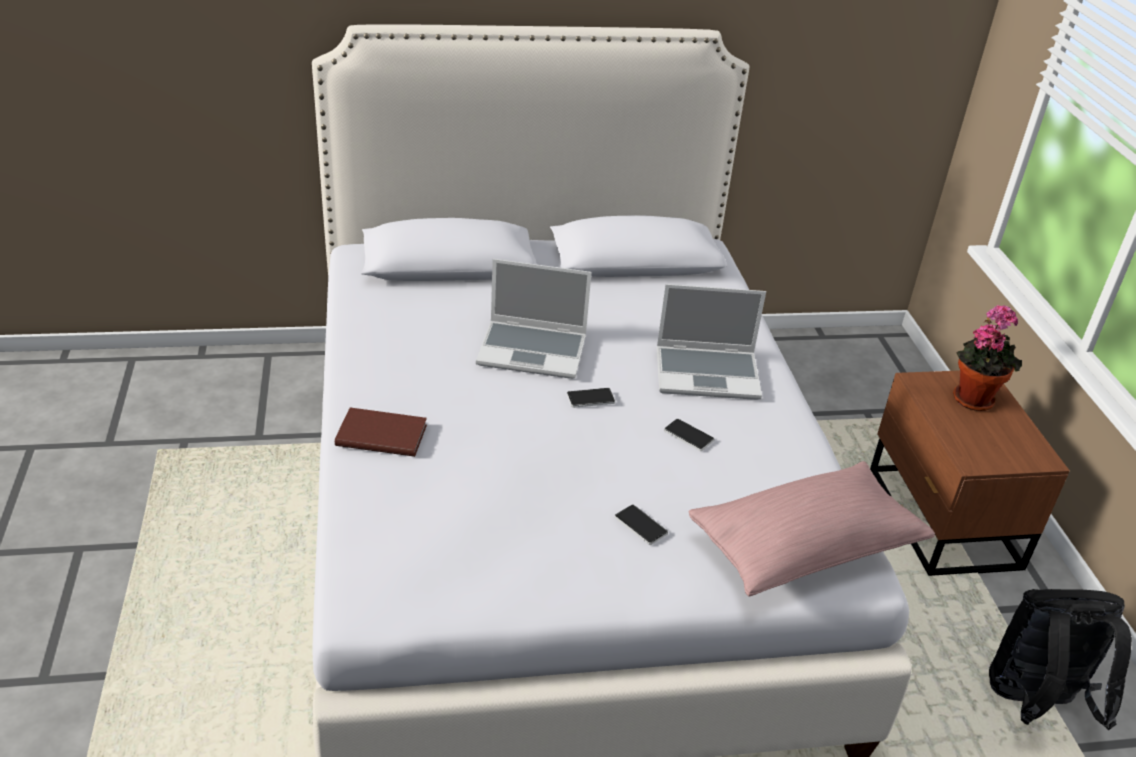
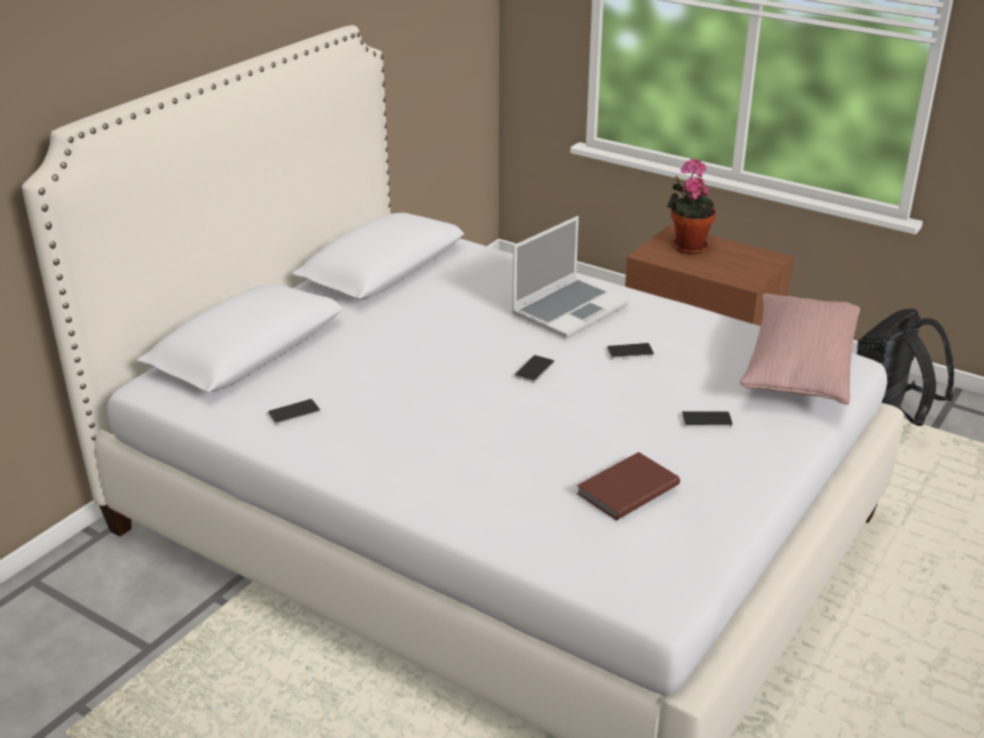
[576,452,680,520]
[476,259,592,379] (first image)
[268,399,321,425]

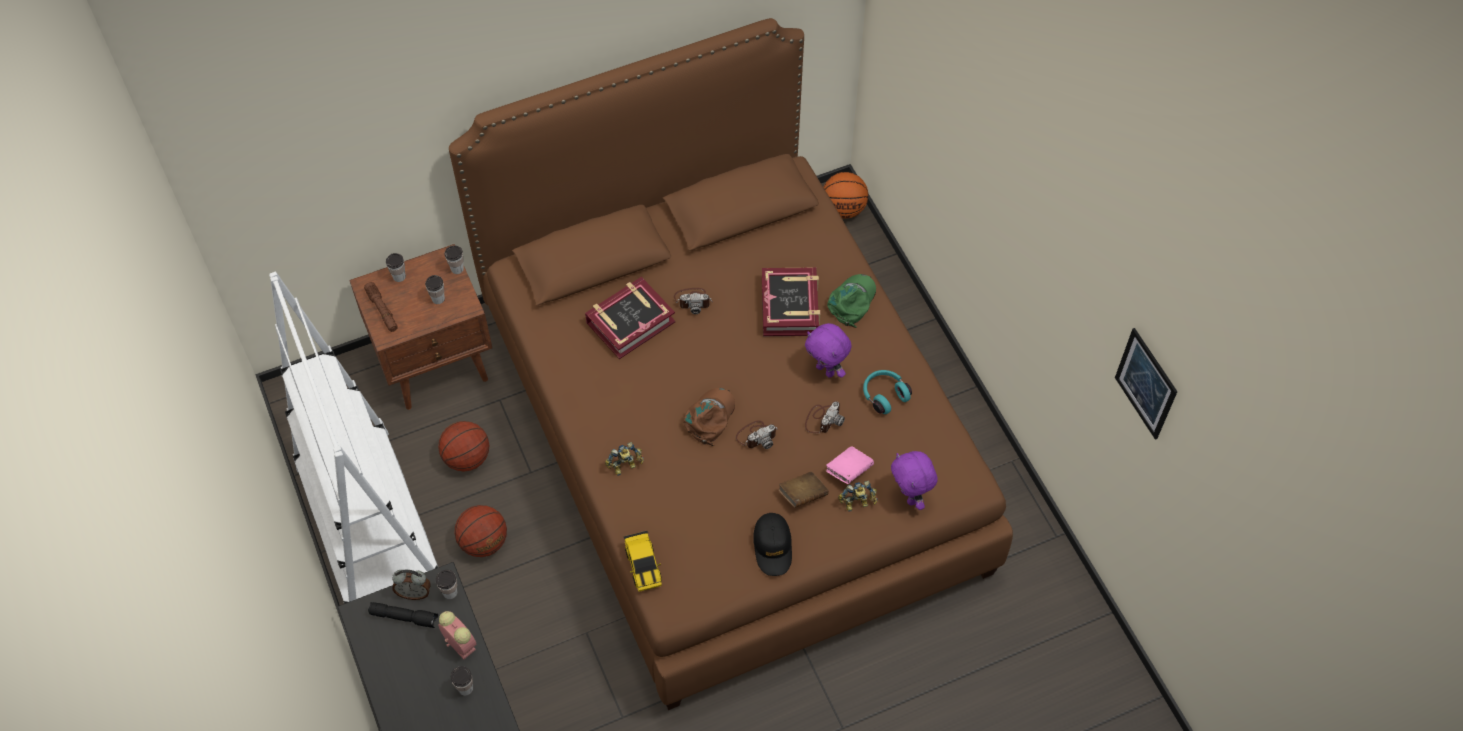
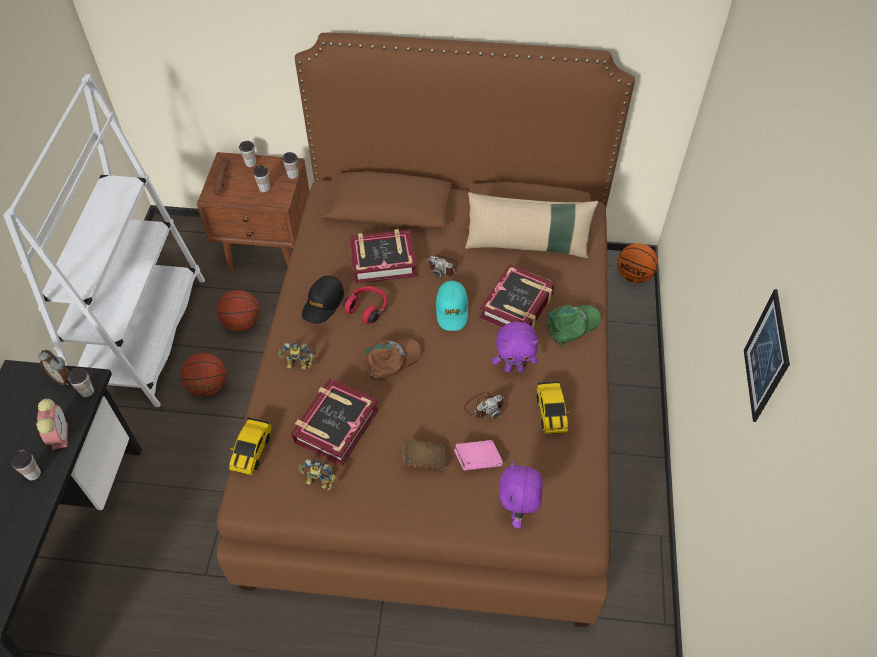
[368,602,438,628] (first image)
[736,420,778,449] (first image)
[302,276,344,324]
[492,321,539,372]
[298,459,337,490]
[537,381,570,434]
[744,289,790,422]
[291,378,379,466]
[343,286,387,324]
[436,281,468,331]
[465,192,598,258]

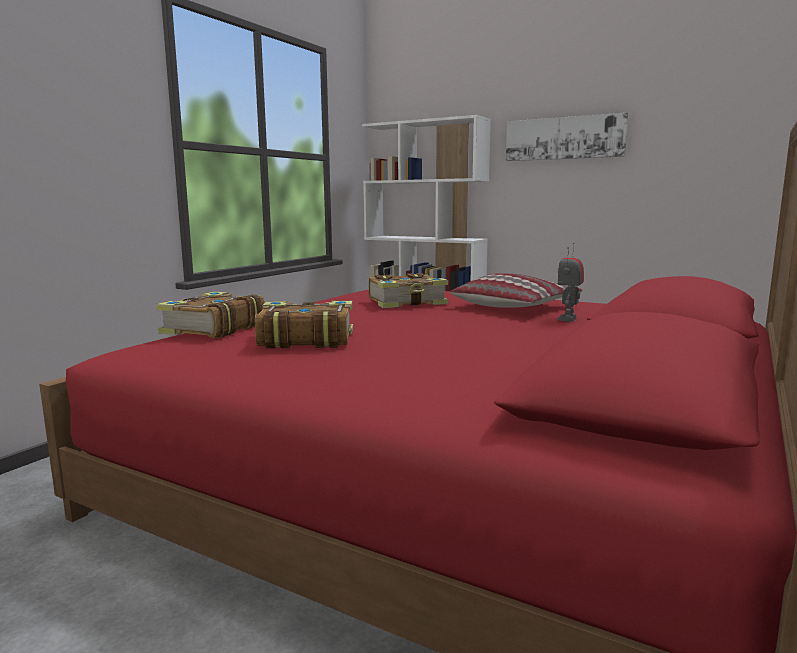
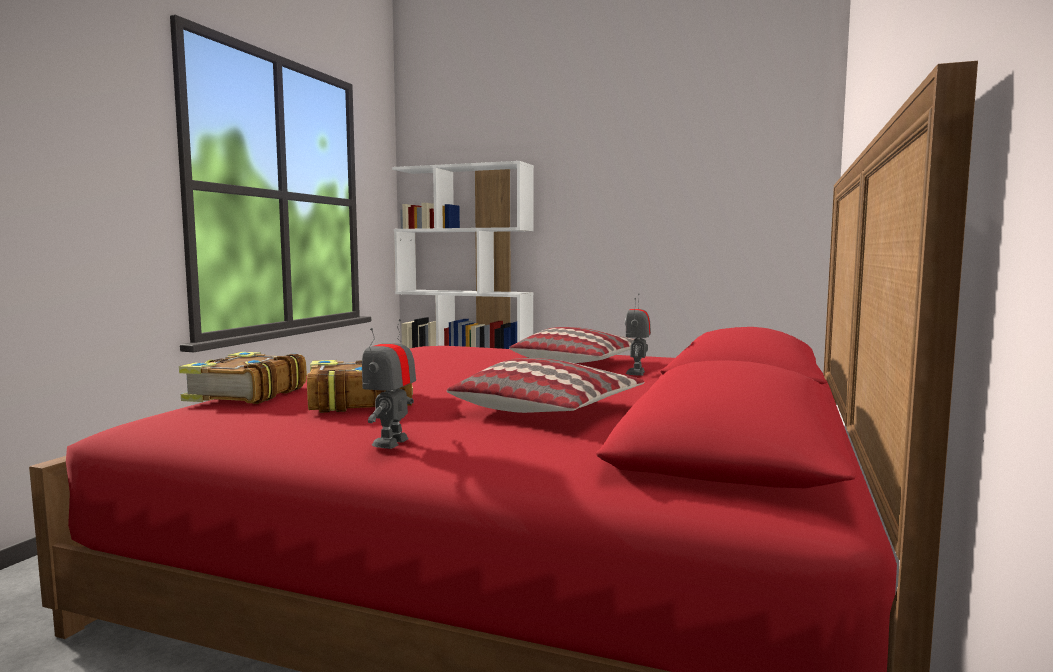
[369,273,448,308] (first image)
[506,113,628,161] (first image)
[362,319,416,449]
[447,358,644,413]

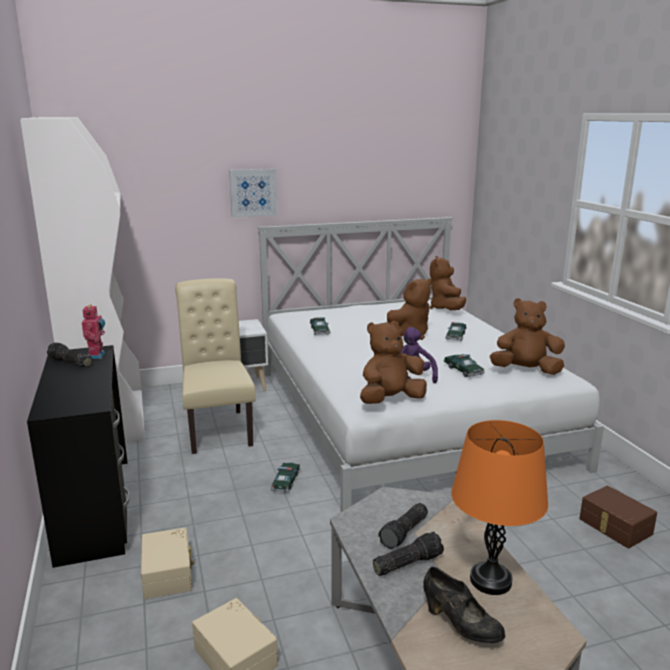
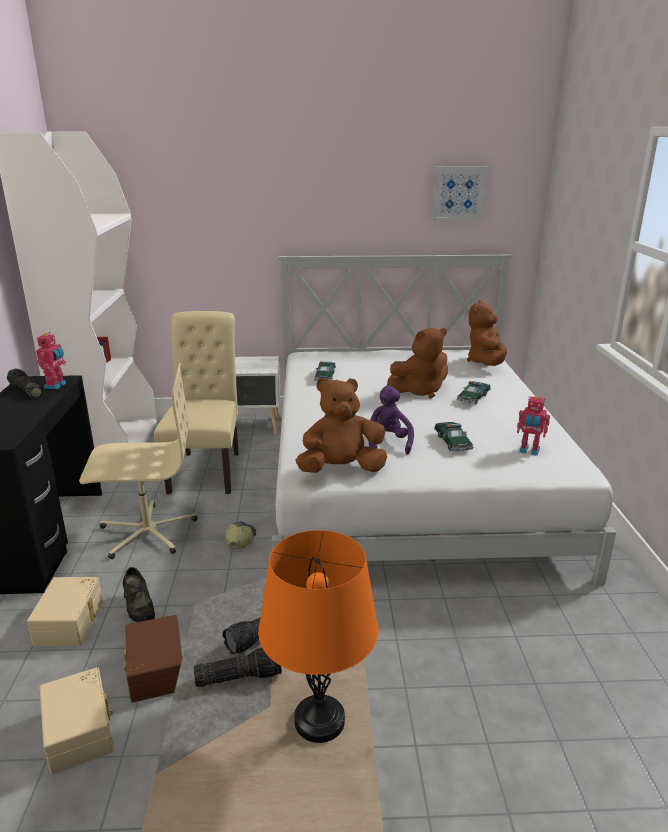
[432,166,488,221]
[226,522,256,549]
[123,567,155,622]
[517,396,550,456]
[124,615,182,703]
[79,363,198,559]

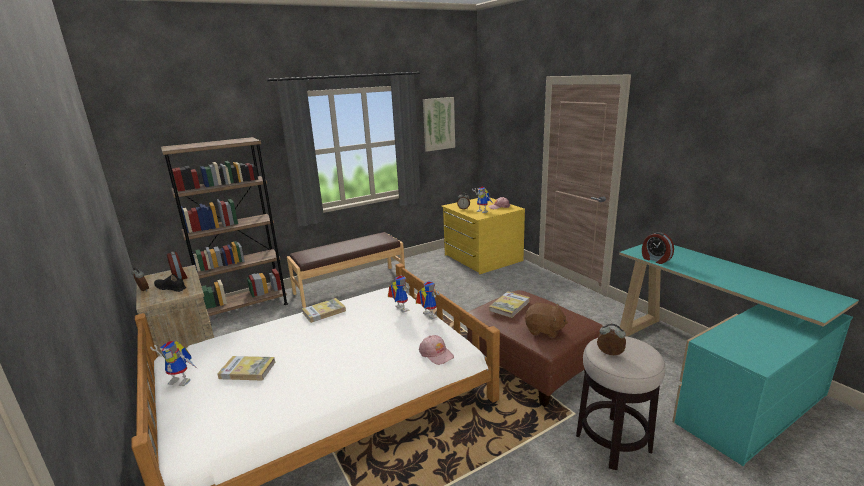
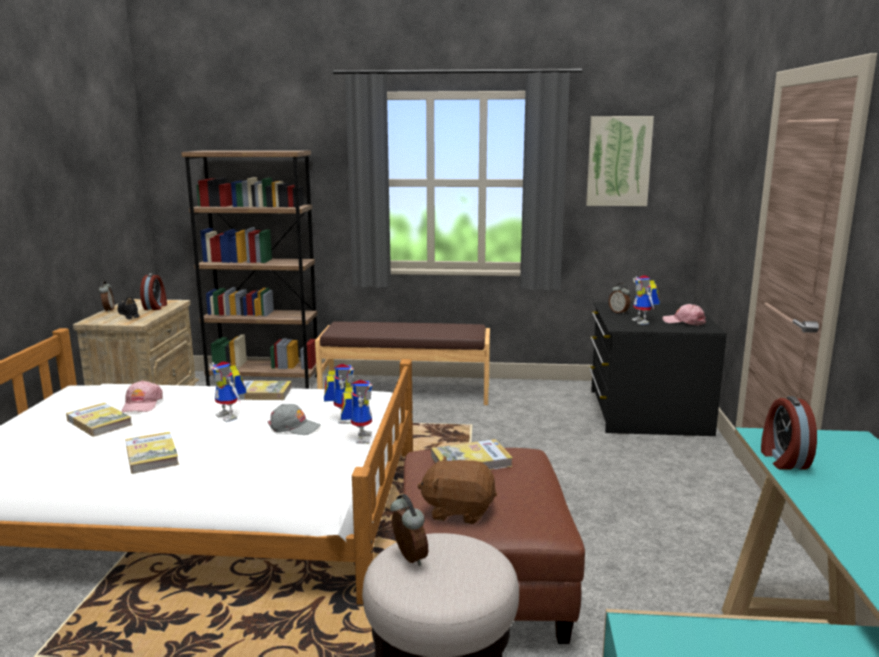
[209,361,246,422]
[122,380,163,412]
[589,302,727,436]
[418,456,497,524]
[125,432,179,474]
[268,404,321,435]

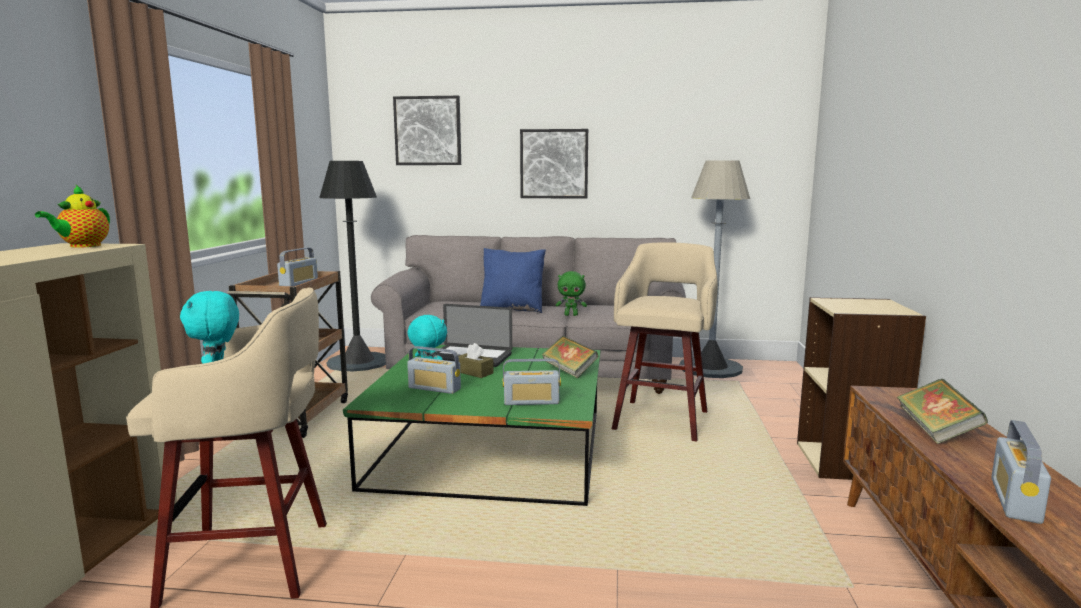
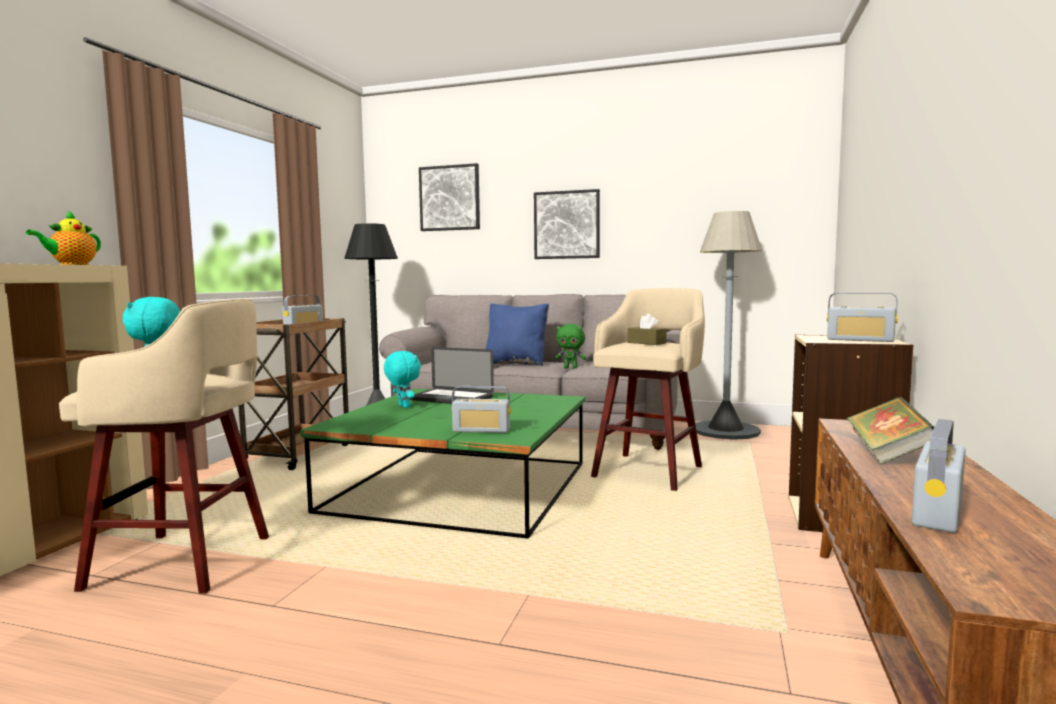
[827,293,898,342]
[628,314,666,345]
[542,336,598,378] (first image)

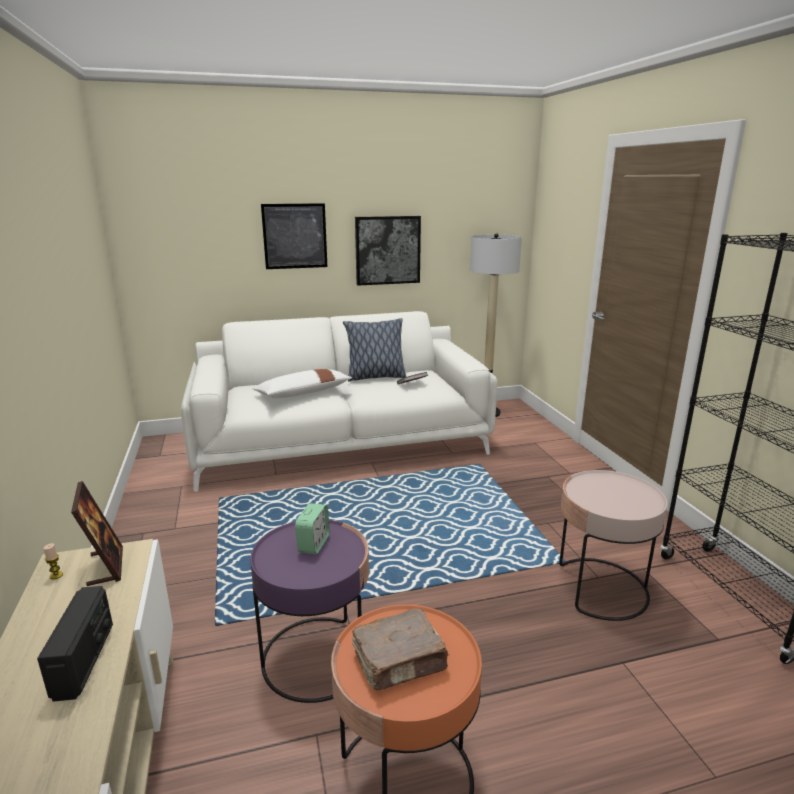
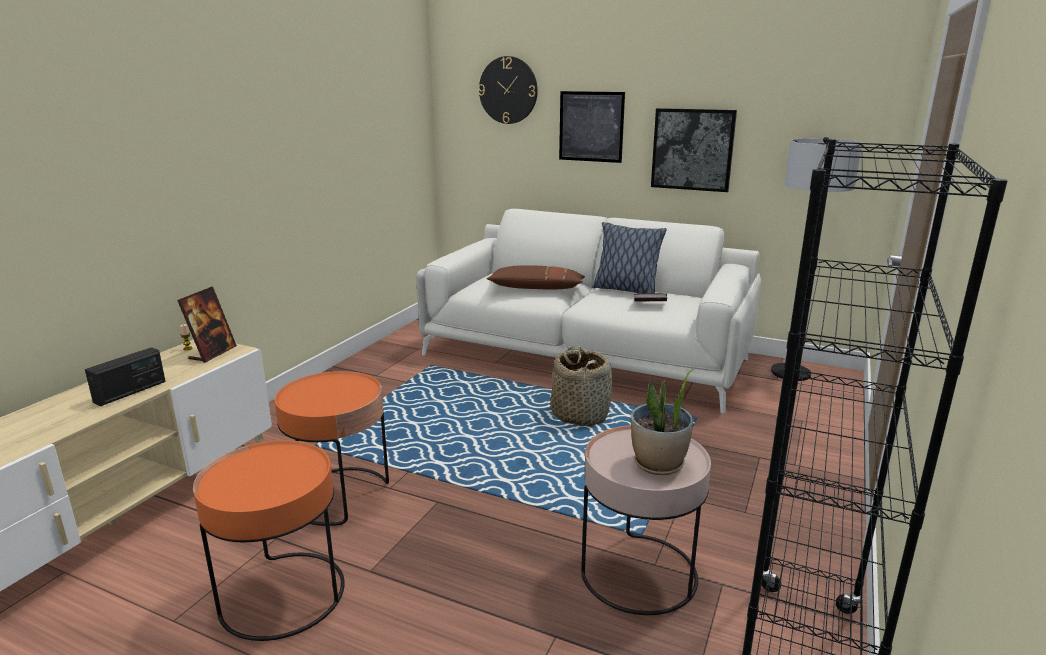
[275,371,389,526]
[486,265,585,290]
[295,503,330,554] (first image)
[352,608,449,690] (first image)
[478,56,538,124]
[550,346,612,426]
[631,369,694,475]

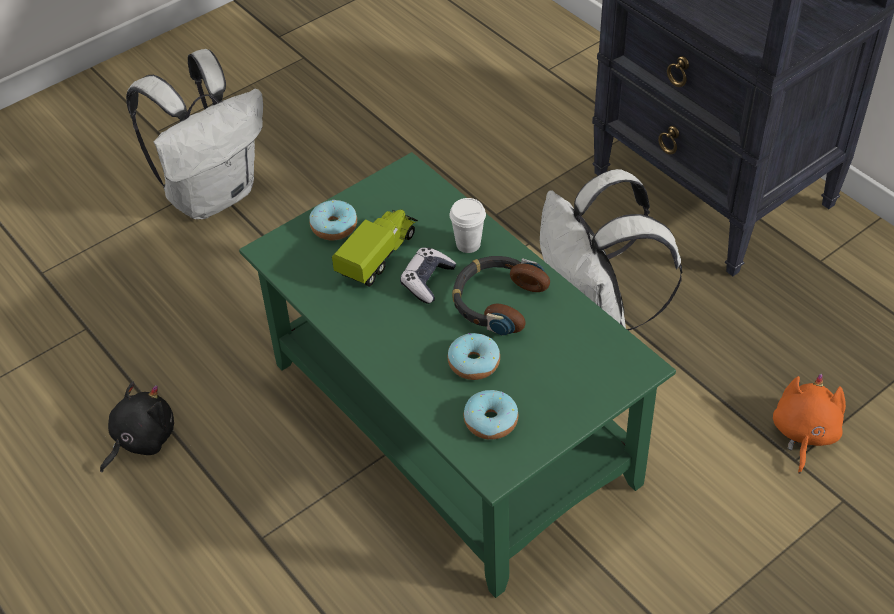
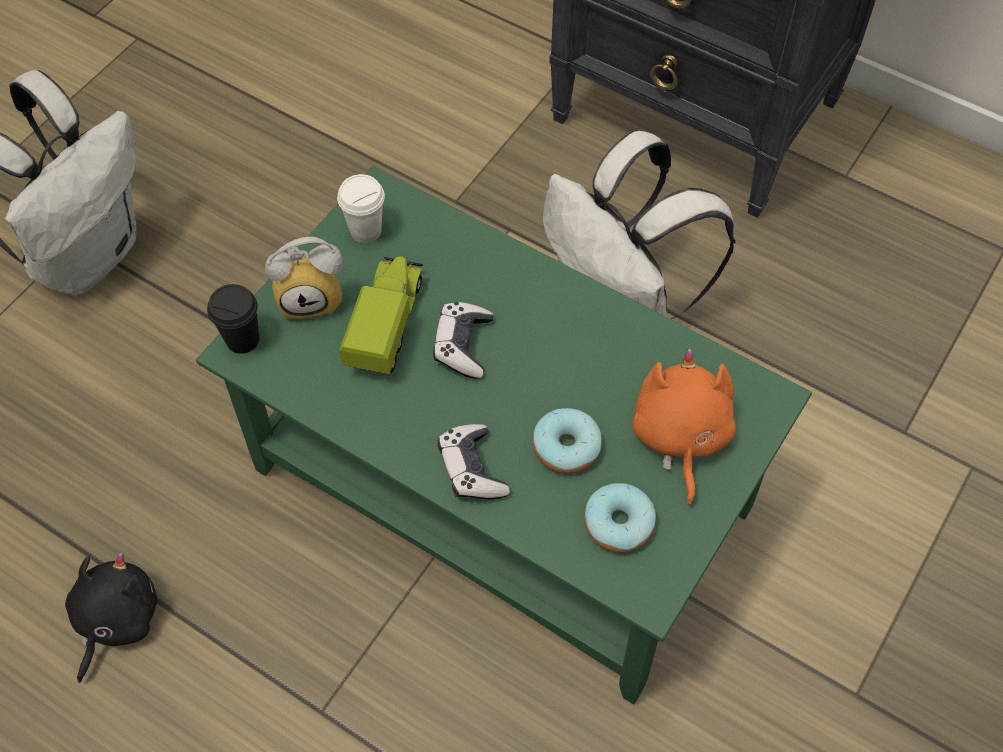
[265,237,343,320]
[337,174,385,243]
[452,256,550,336] (first image)
[632,349,736,506]
[207,284,259,354]
[438,424,510,500]

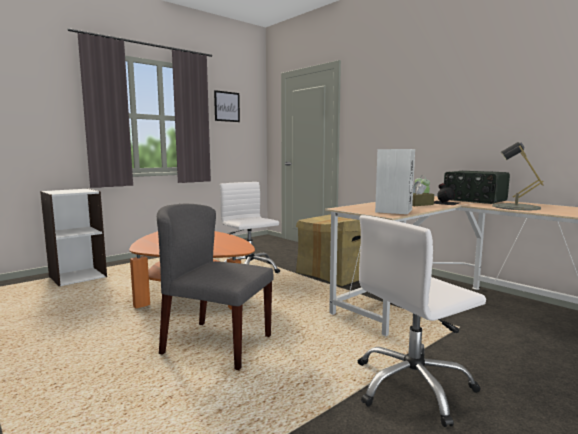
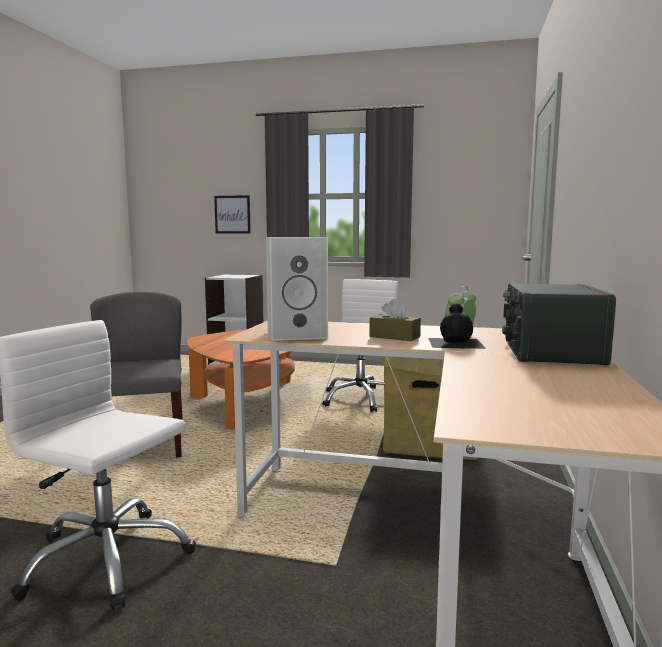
[214,195,251,234]
[492,142,544,210] (first image)

